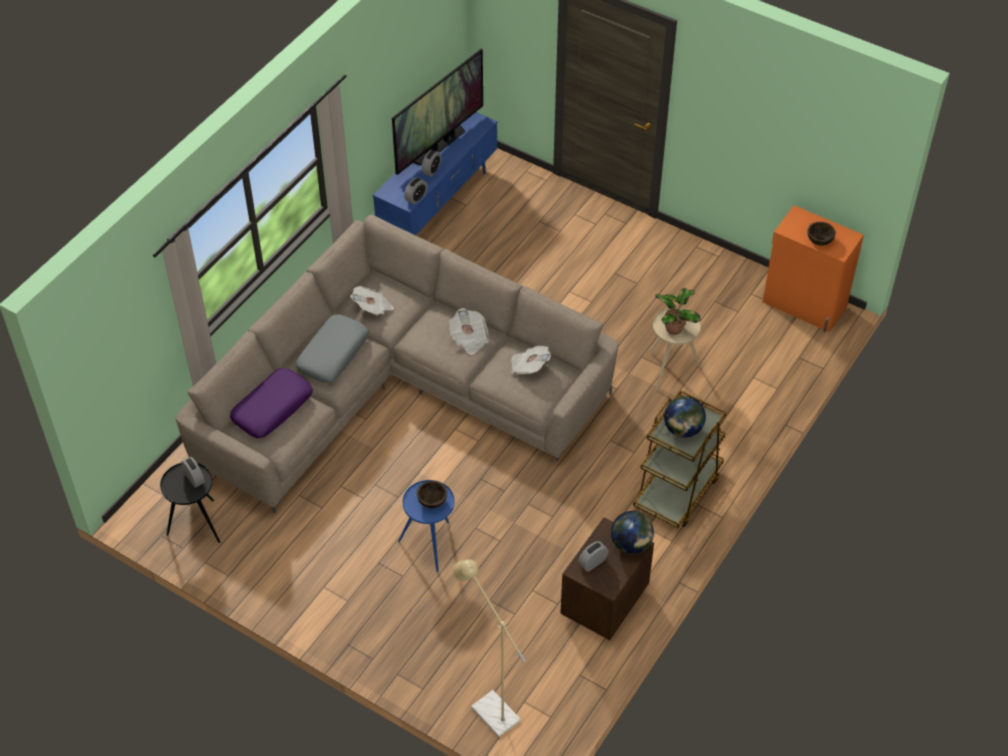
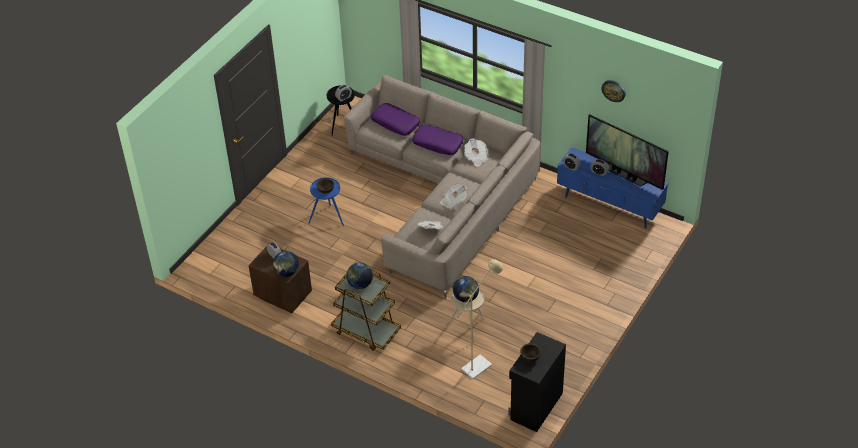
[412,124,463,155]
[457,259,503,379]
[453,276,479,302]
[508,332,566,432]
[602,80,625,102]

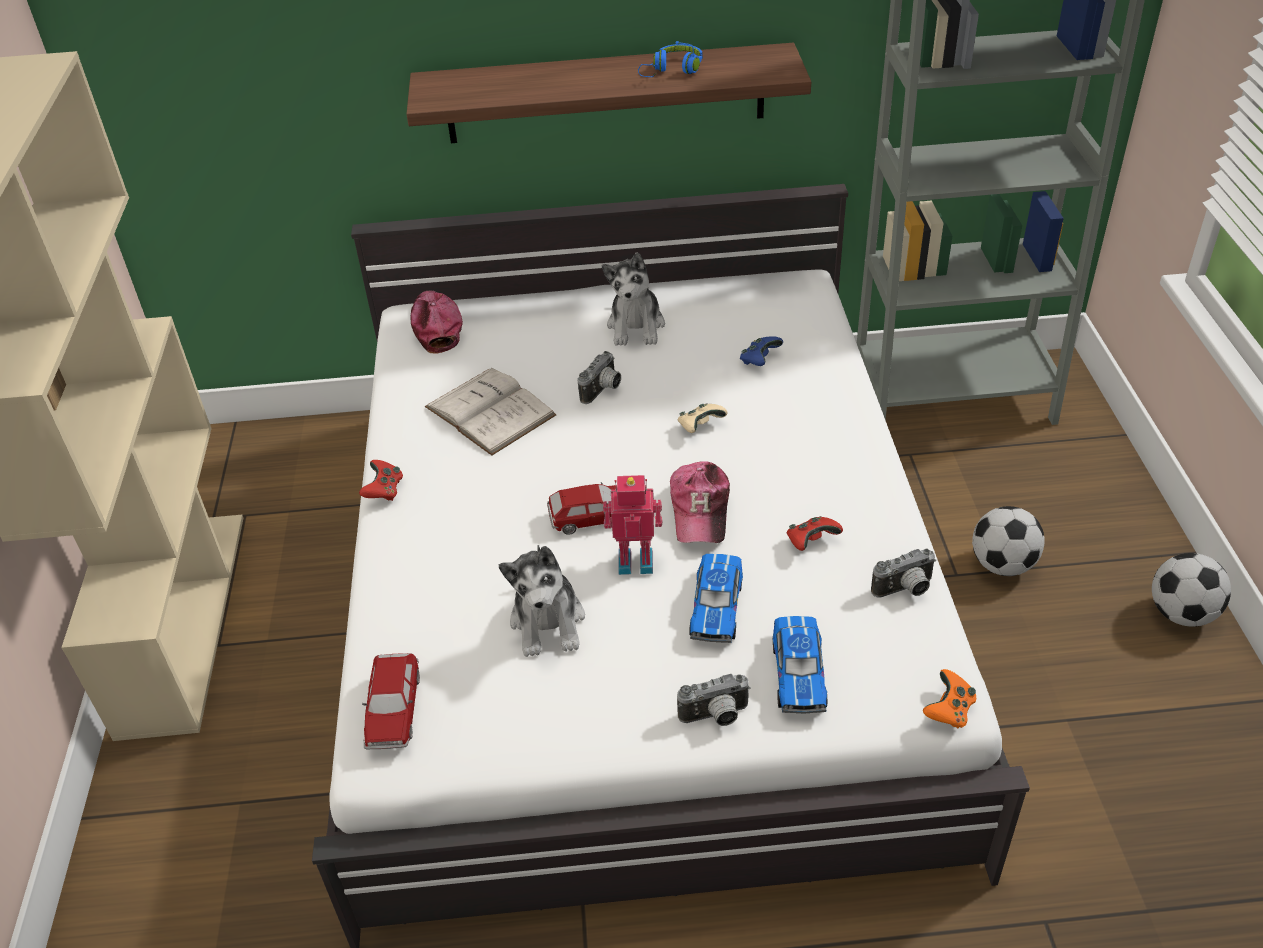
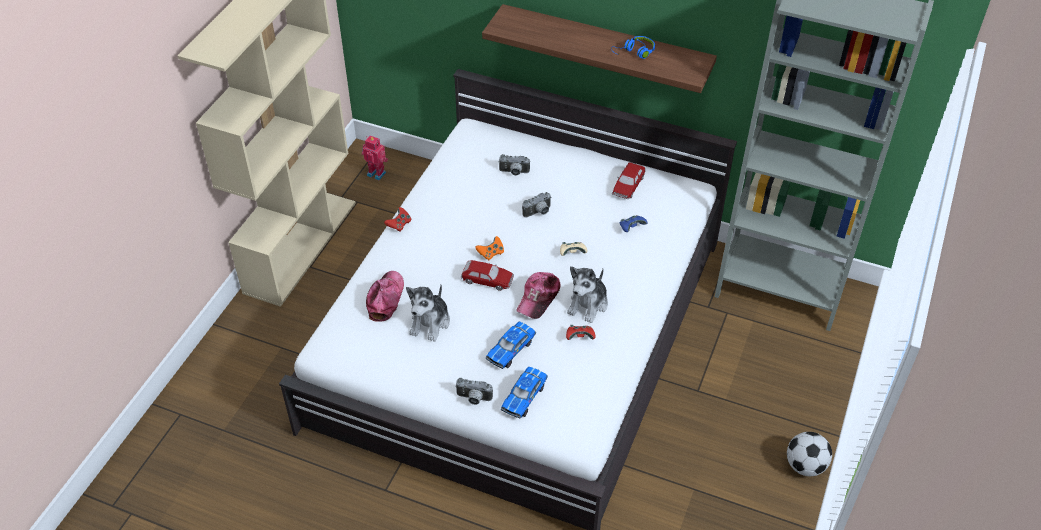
[612,162,646,199]
[366,271,404,322]
[425,368,557,456] (first image)
[567,266,608,323]
[362,135,388,180]
[499,154,530,176]
[476,236,504,261]
[972,506,1045,576] (first image)

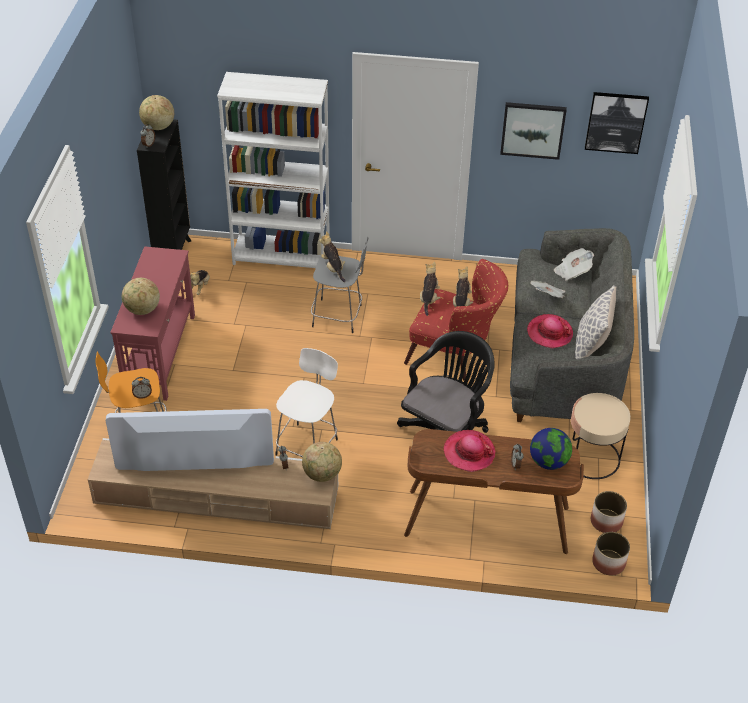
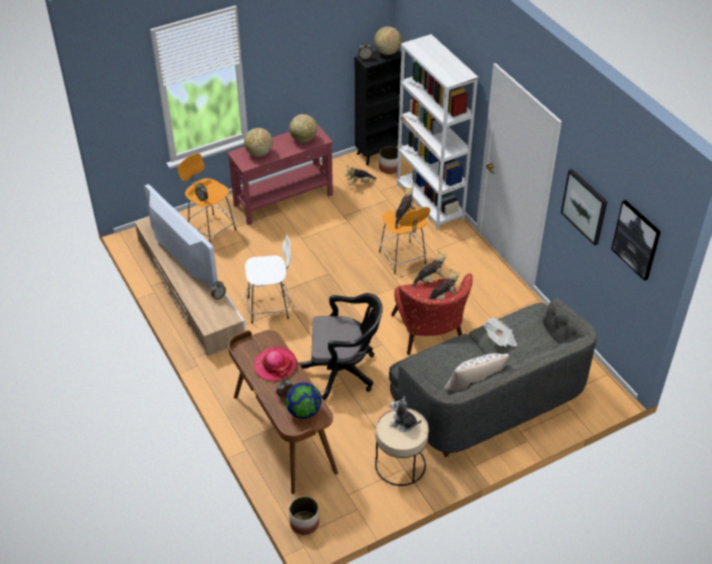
[289,114,317,142]
[379,206,430,274]
[527,314,573,348] (first image)
[554,248,594,281] (first image)
[379,146,398,174]
[390,395,422,432]

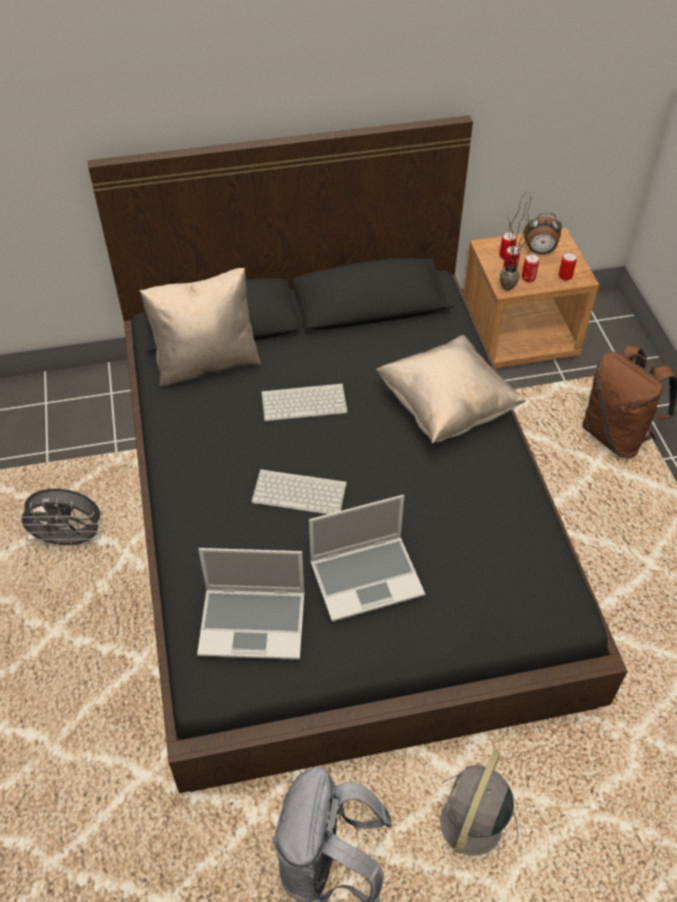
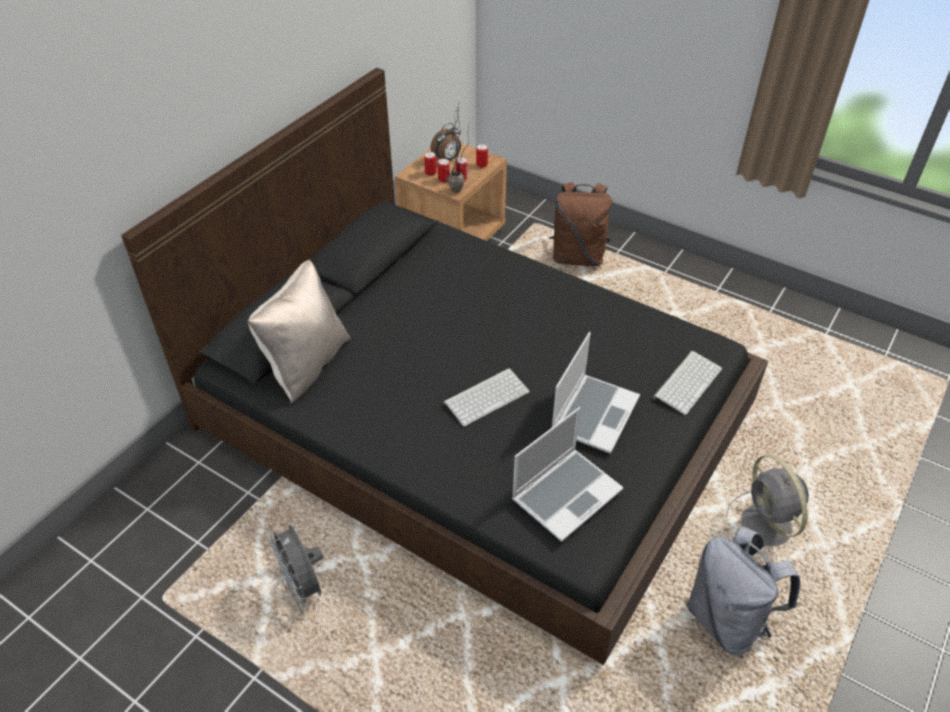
[267,524,323,610]
[653,351,722,415]
[376,335,526,444] (first image)

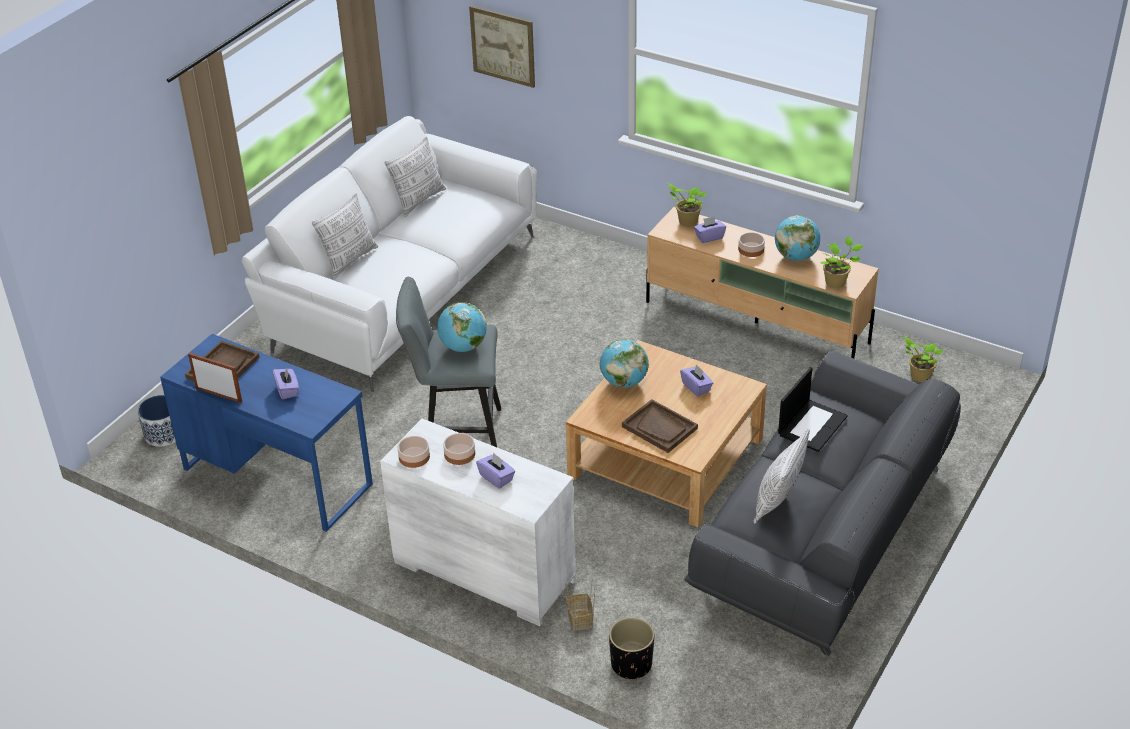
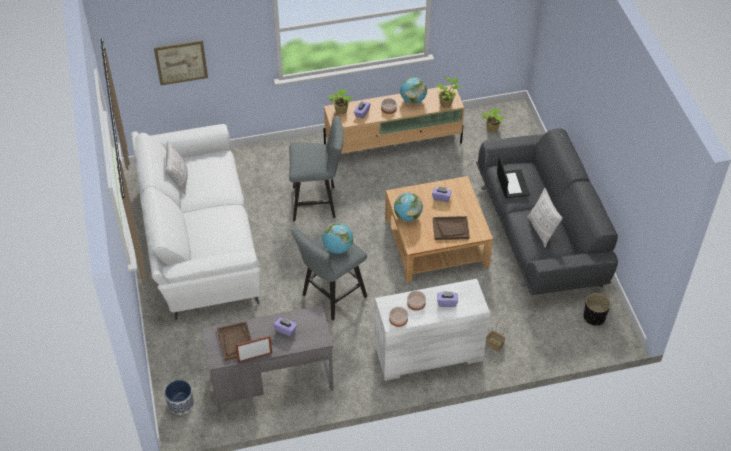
[202,305,334,414]
[312,193,378,279] (first image)
[584,293,610,326]
[289,115,343,221]

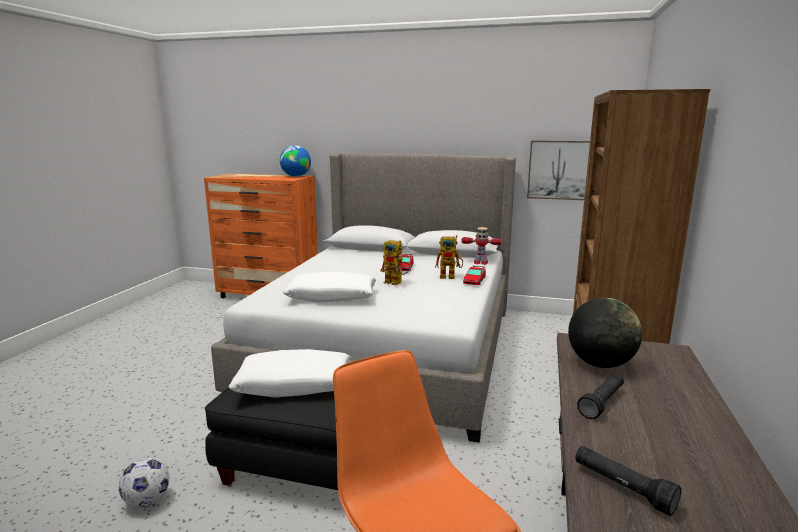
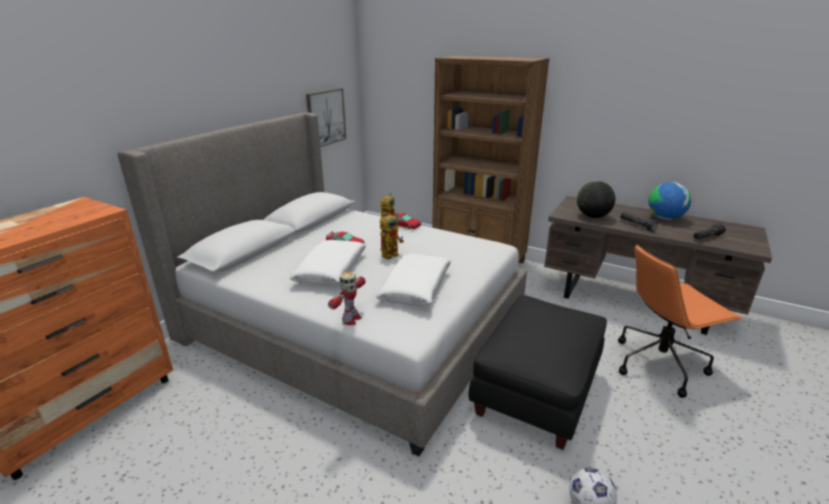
[289,240,367,285]
[649,182,691,220]
[328,272,365,325]

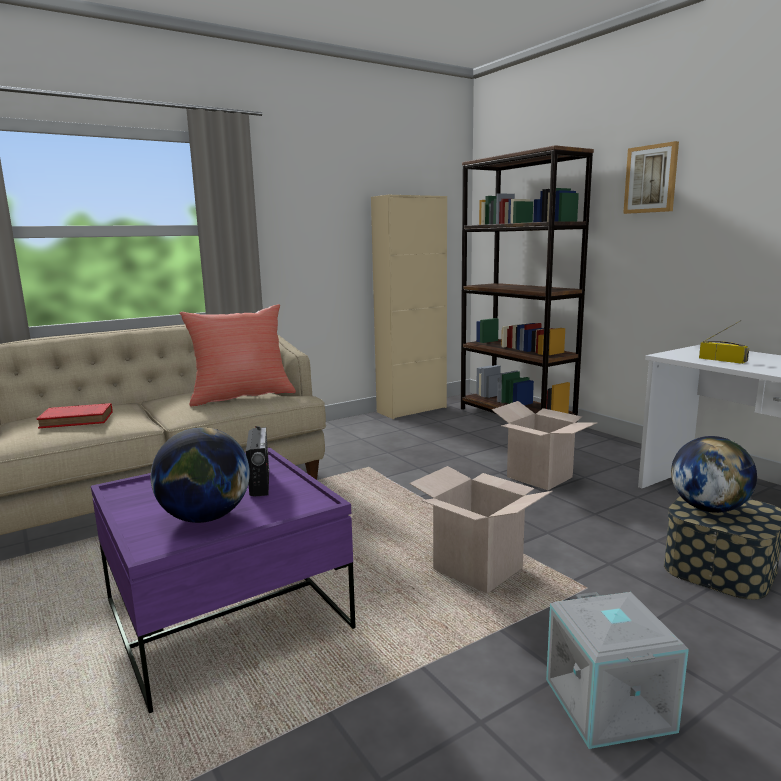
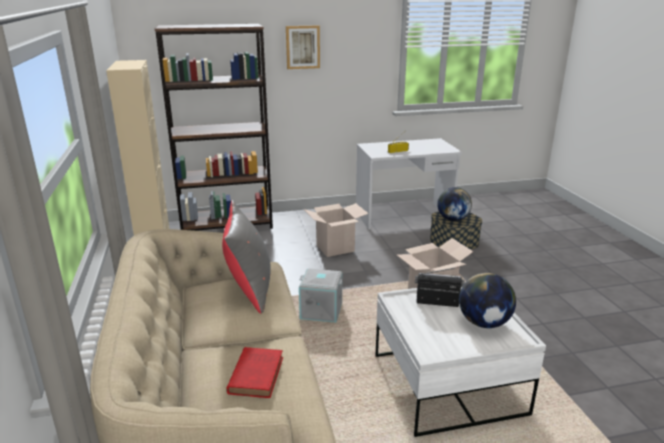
[375,287,546,437]
[222,200,271,314]
[299,268,343,323]

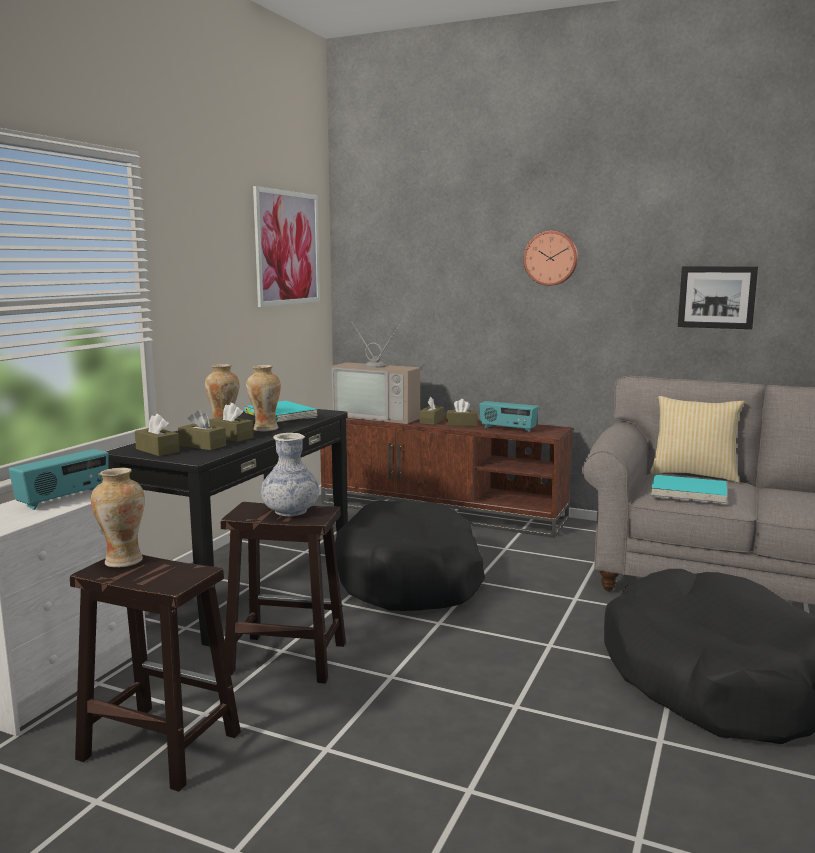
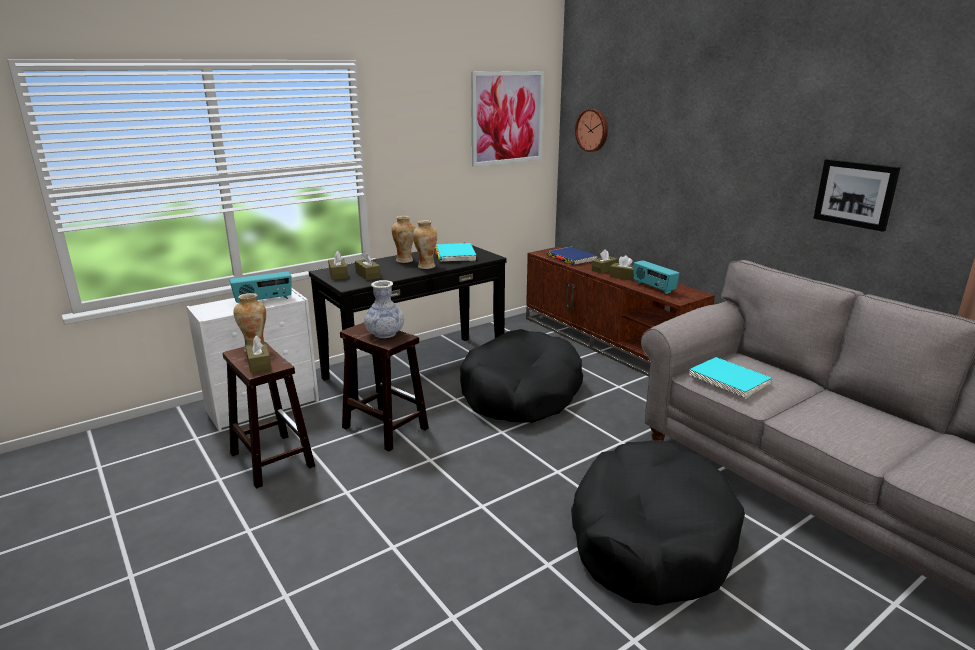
[245,335,271,373]
[547,247,597,265]
[575,109,608,152]
[650,396,745,483] (first image)

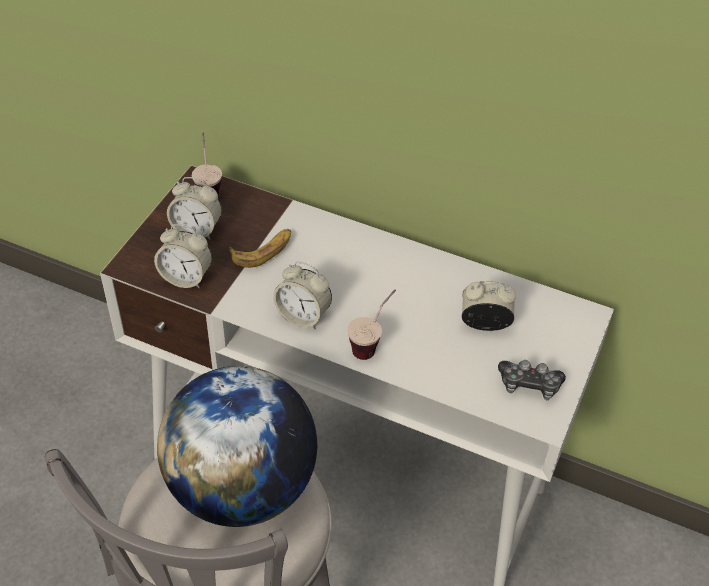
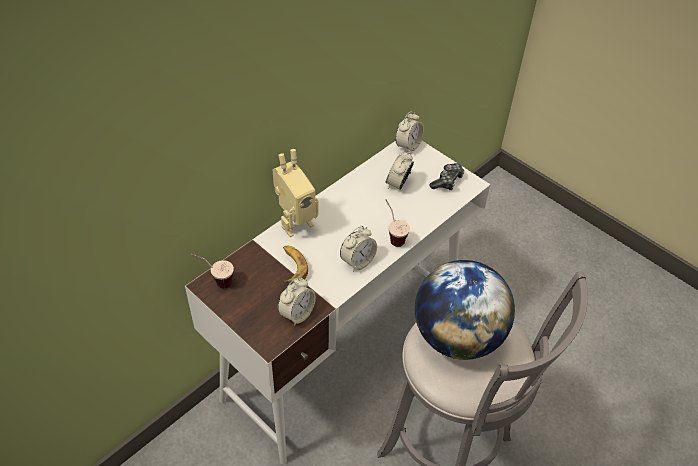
[395,111,424,152]
[273,149,319,237]

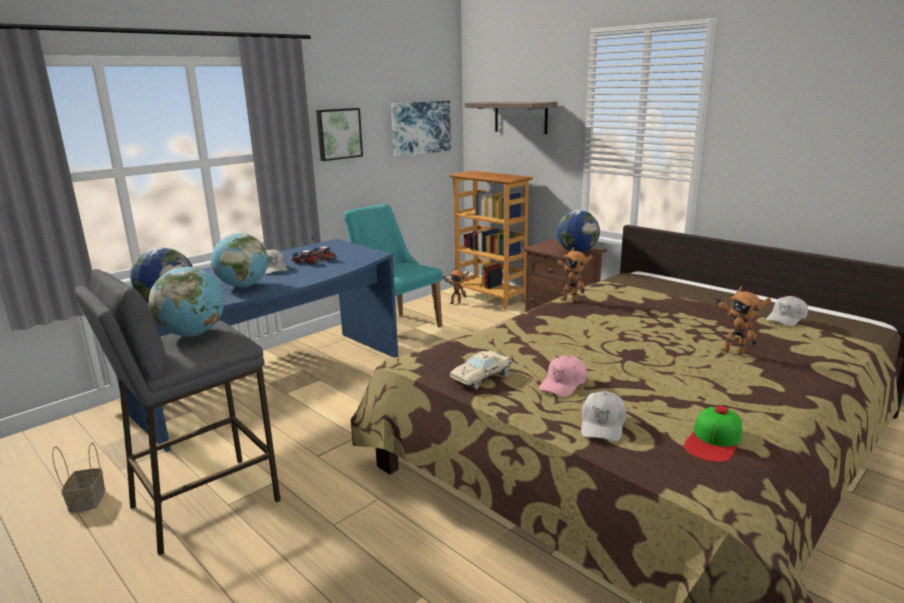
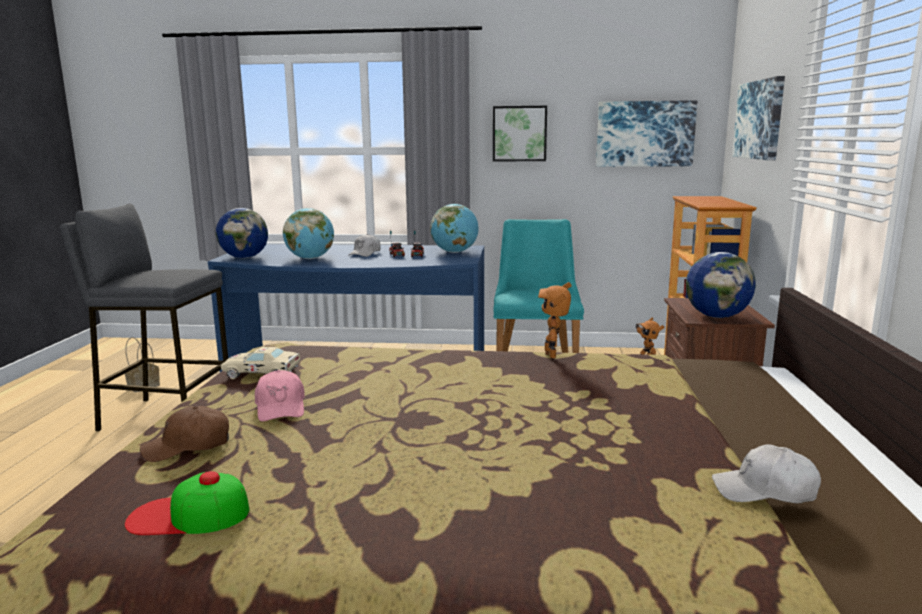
[430,204,479,253]
[732,76,785,160]
[255,370,305,422]
[140,406,229,462]
[714,286,771,355] (first image)

